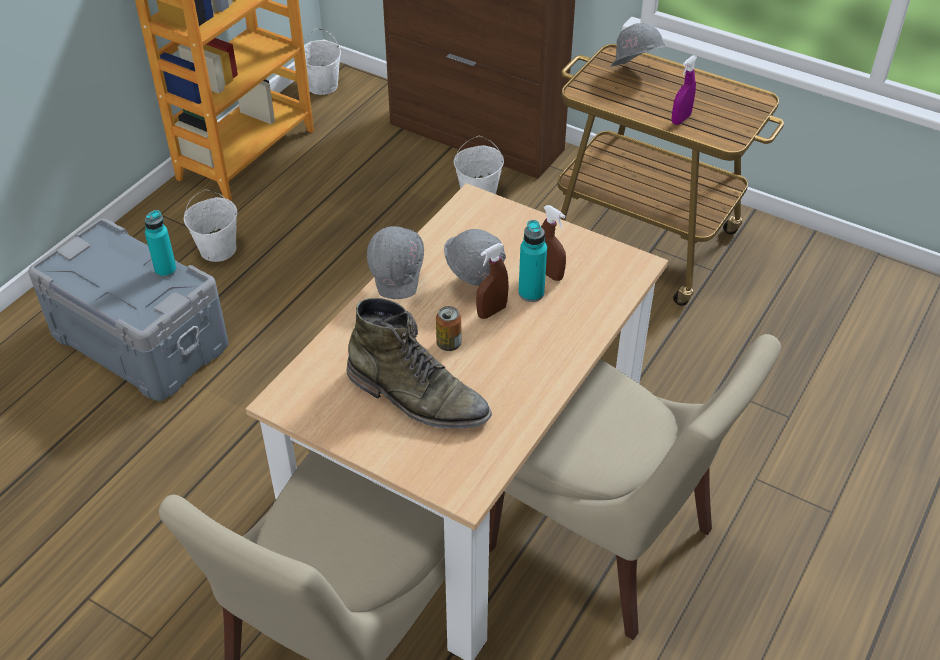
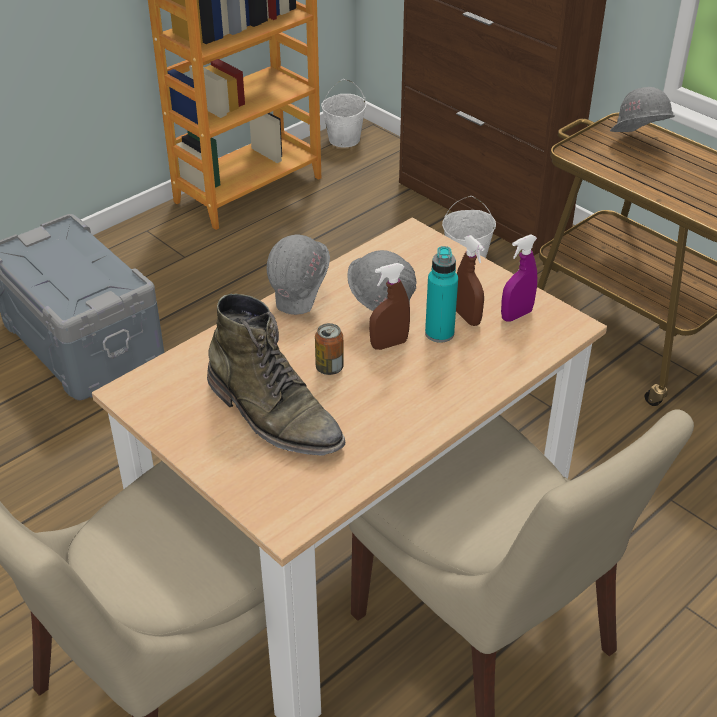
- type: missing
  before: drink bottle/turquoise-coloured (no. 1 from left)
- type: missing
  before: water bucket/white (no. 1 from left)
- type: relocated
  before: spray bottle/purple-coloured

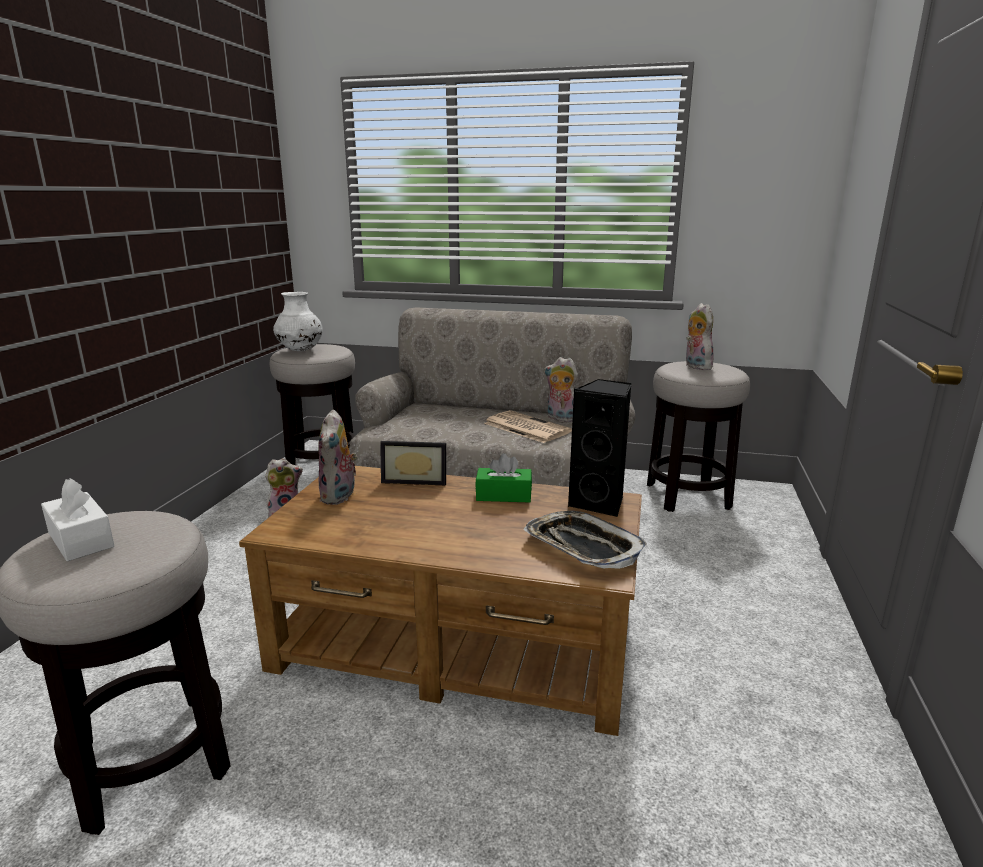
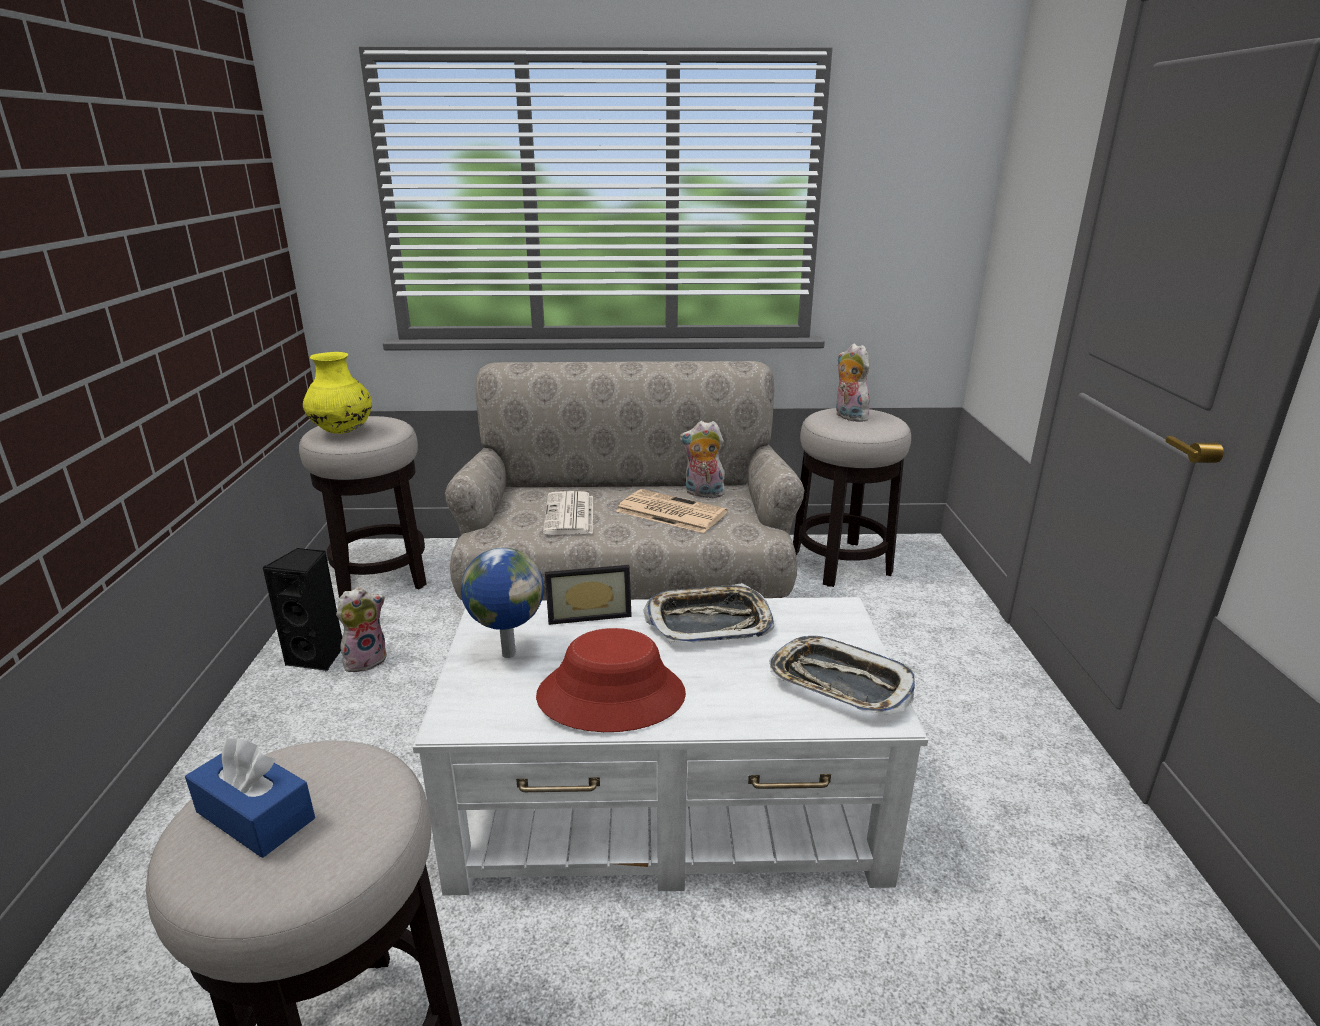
- type: appeared
  after: clothing hat/reddish
- type: appeared
  after: newspaper (no. 1 from left)
- type: relocated
  before: audio speaker/black
- type: exchanged
  before: plush toy (no. 2 from left)
  after: world globe
- type: exchanged
  before: tissue box/green
  after: tray (no. 1 from left)
- type: colour
  before: tissue box/white
  after: tissue box/bluish
- type: colour
  before: lounge table/brownish
  after: lounge table/white
- type: colour
  before: decorative vase/white
  after: decorative vase/yellow

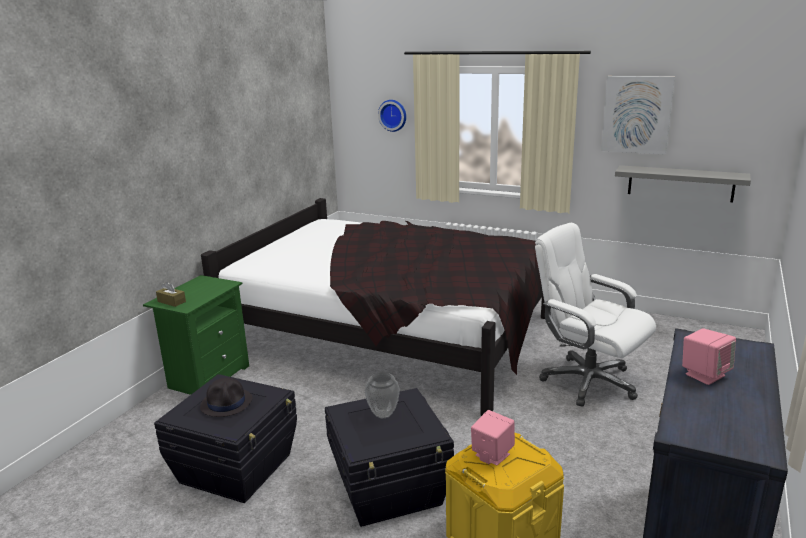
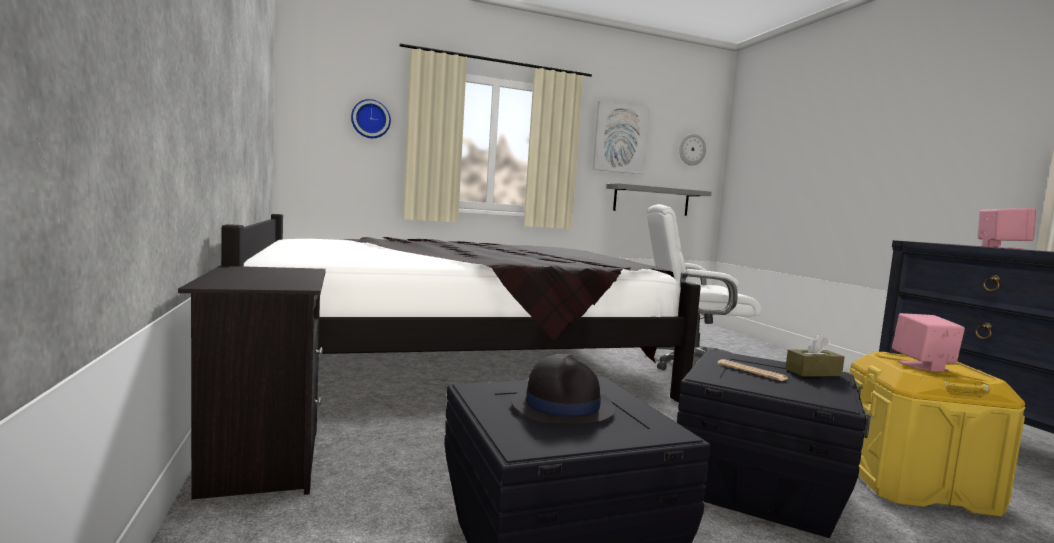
- type: appeared
  after: hanging clock (no. 2 from left)
- type: relocated
  before: tissue box/brownish
- type: exchanged
  before: decorative vase
  after: newspaper
- type: colour
  before: nightstand/green
  after: nightstand/black

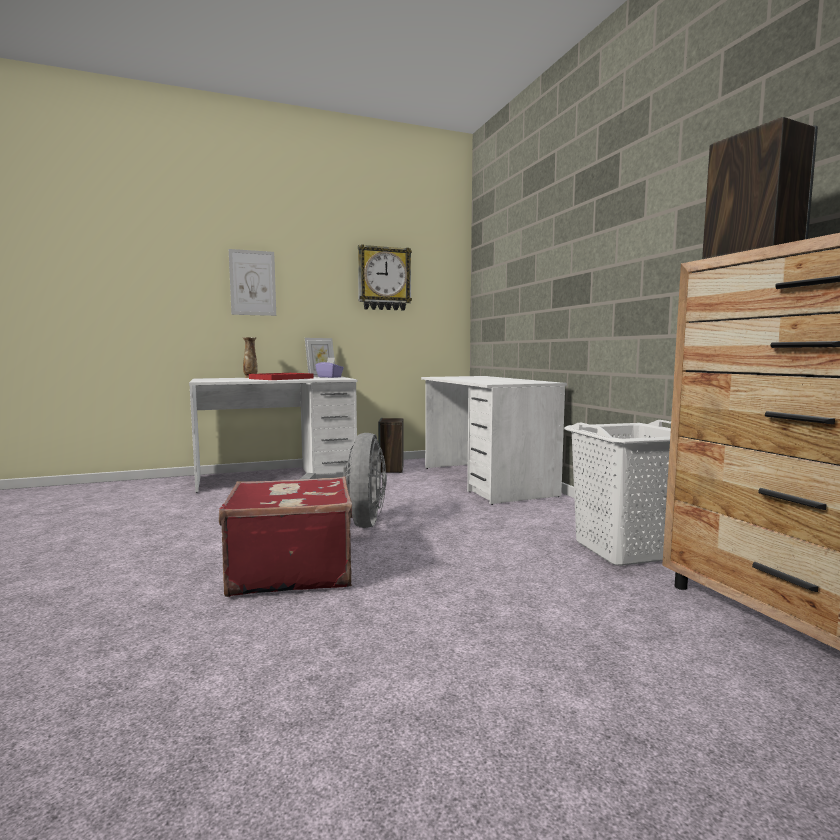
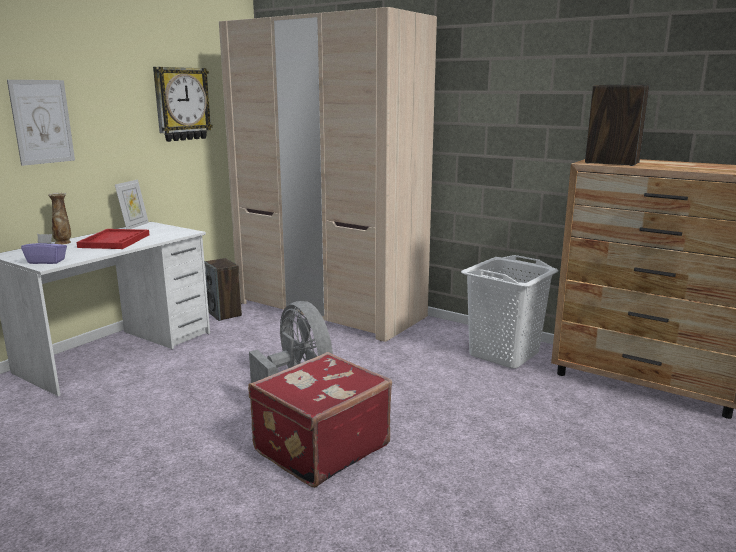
- type: relocated
  before: tissue box/purple-coloured
- type: exchanged
  before: desk unit/white (no. 2 from left)
  after: clothes cupboard/beige-coloured

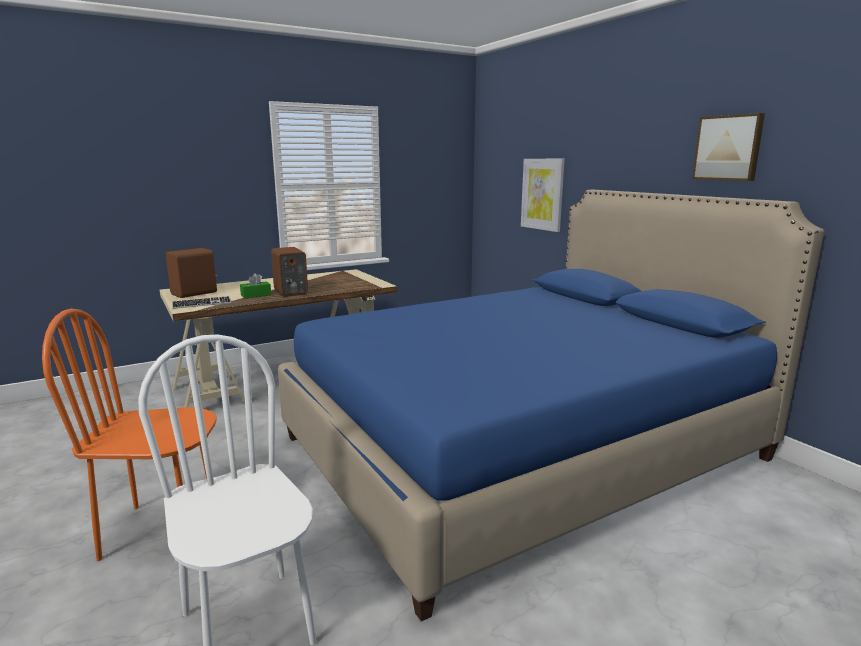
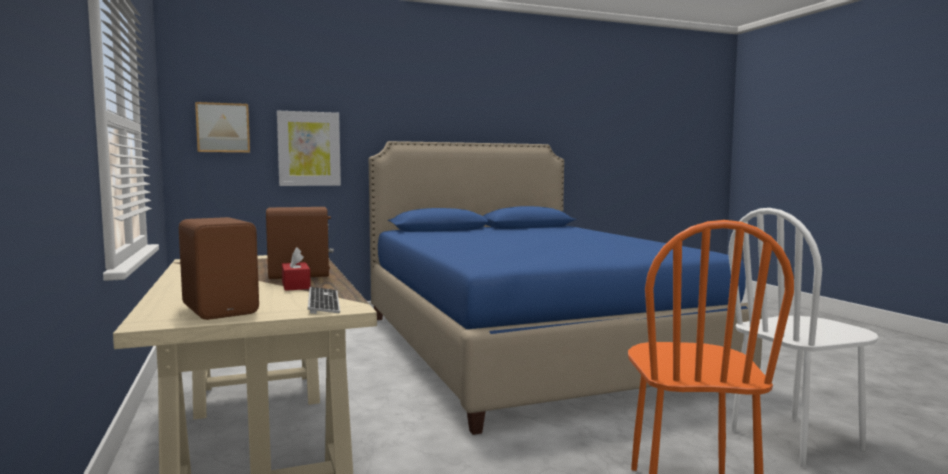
- type: relocated
  before: picture (no. 2 from left in the first image)
  after: picture (no. 1 from left)
- type: colour
  before: tissue box/green
  after: tissue box/reddish

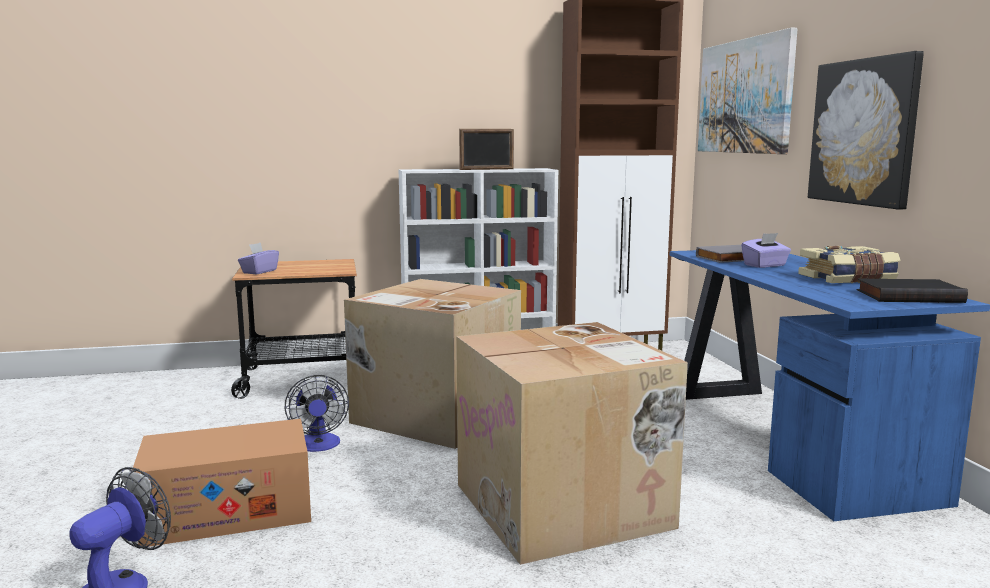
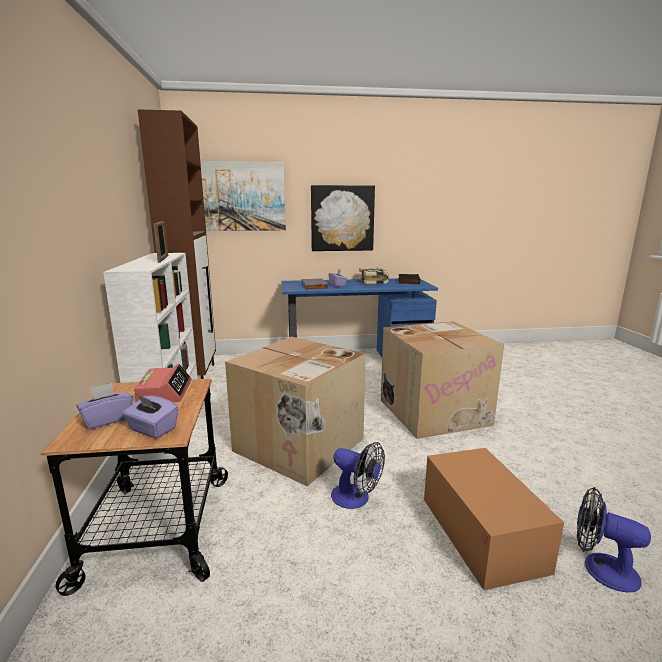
- type: appeared
  after: tissue box/purple-coloured (no. 1 from left)
- type: appeared
  after: table clock
- type: spun
  before: cooling fan (no. 2 from left in the first image)
  turn: 45

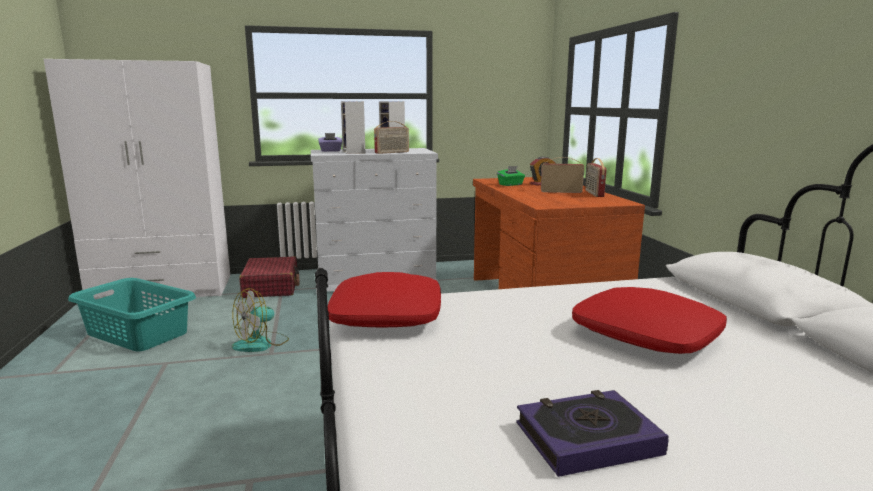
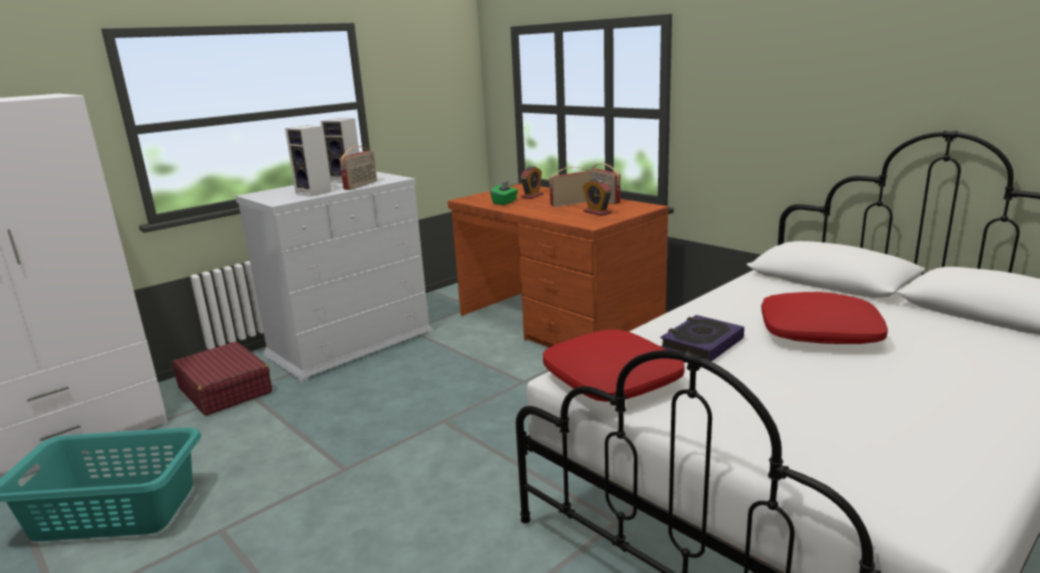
- type: missing
  before: cooling fan
- type: missing
  before: tissue box/purple-coloured
- type: appeared
  after: table clock (no. 2 from left)
- type: relocated
  before: bound book

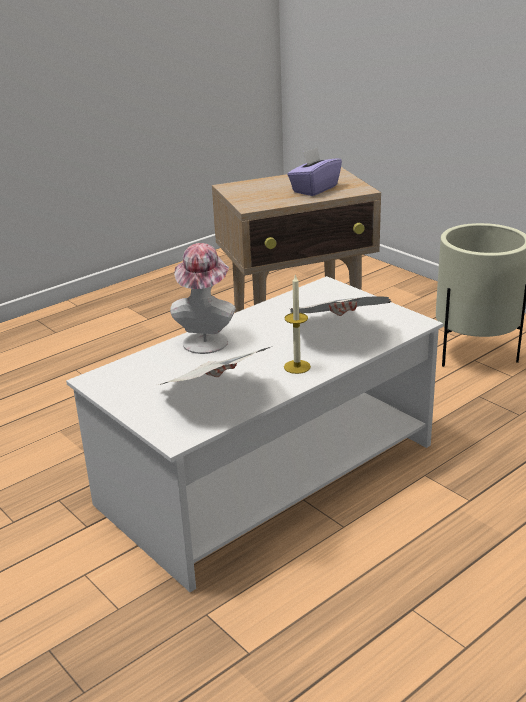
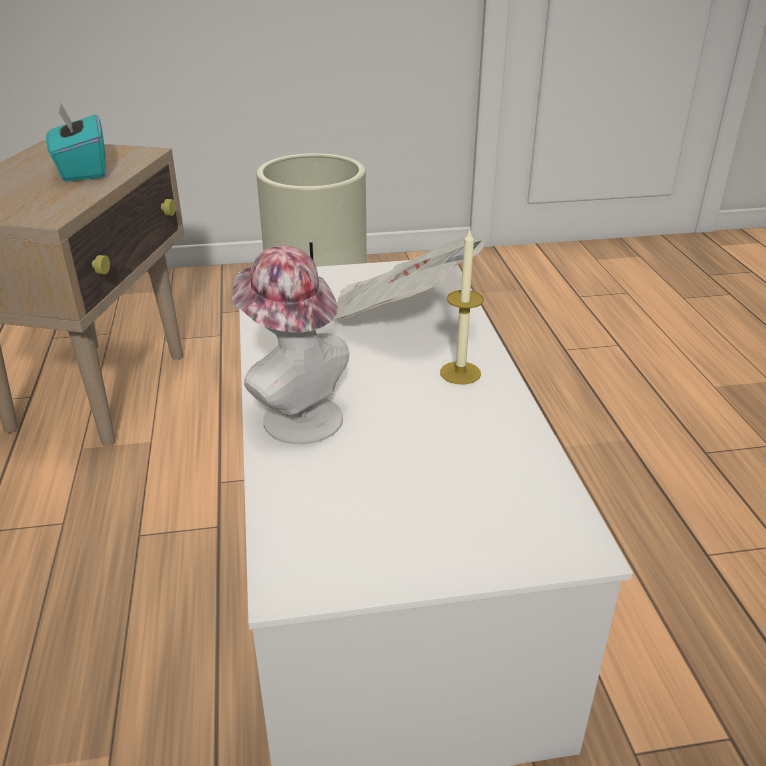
- type: missing
  before: newspaper (no. 1 from left)
- type: colour
  before: tissue box/purple-coloured
  after: tissue box/turquoise-coloured

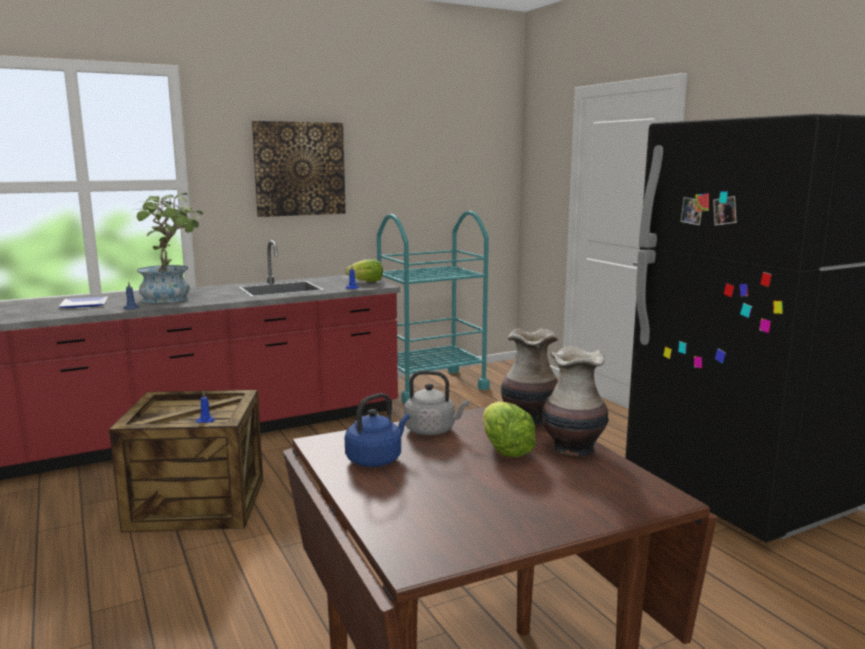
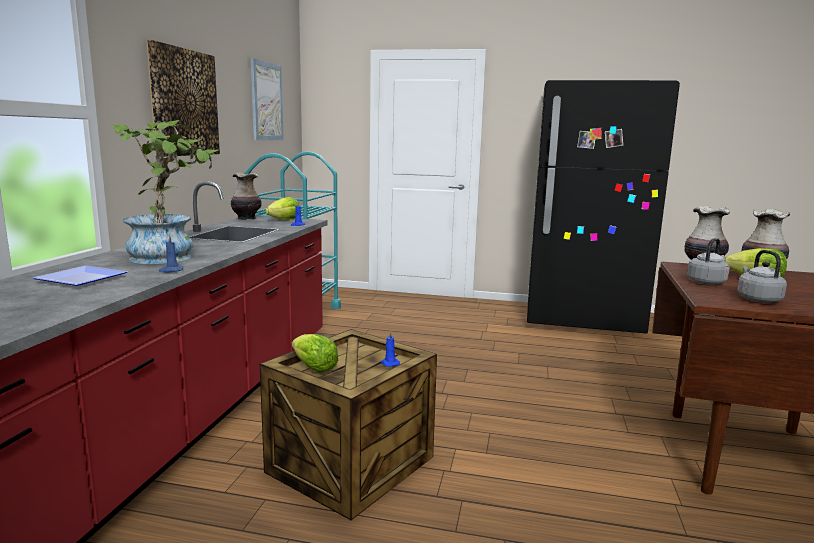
- type: appeared
  after: decorative vase (no. 1 from left)
- type: appeared
  after: picture (no. 2 from left)
- type: appeared
  after: head of lettuce (no. 2 from left)
- type: colour
  before: kettle/bluish
  after: kettle/grey (no. 2 from left)

